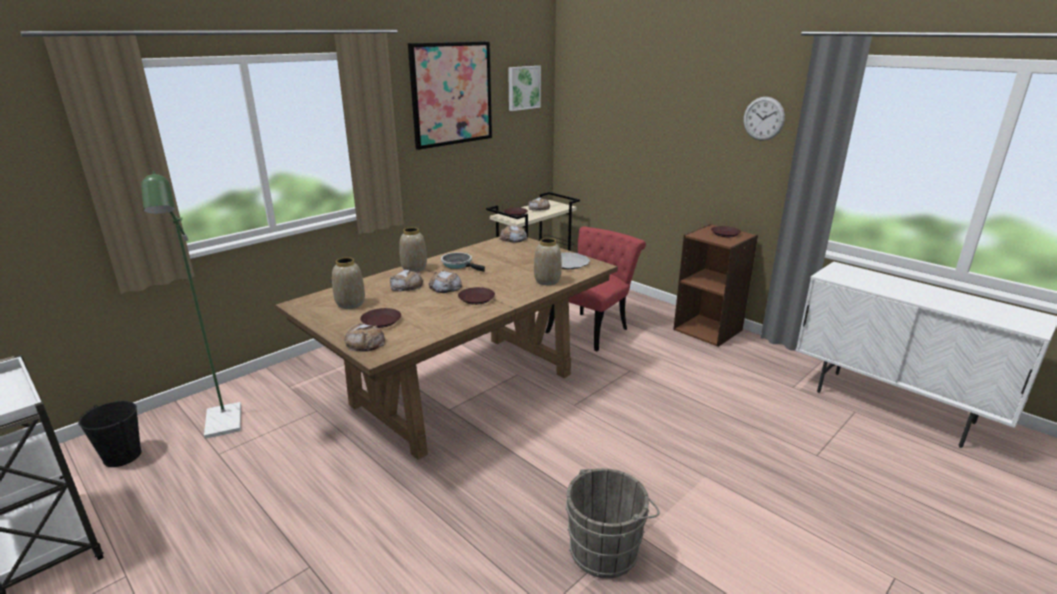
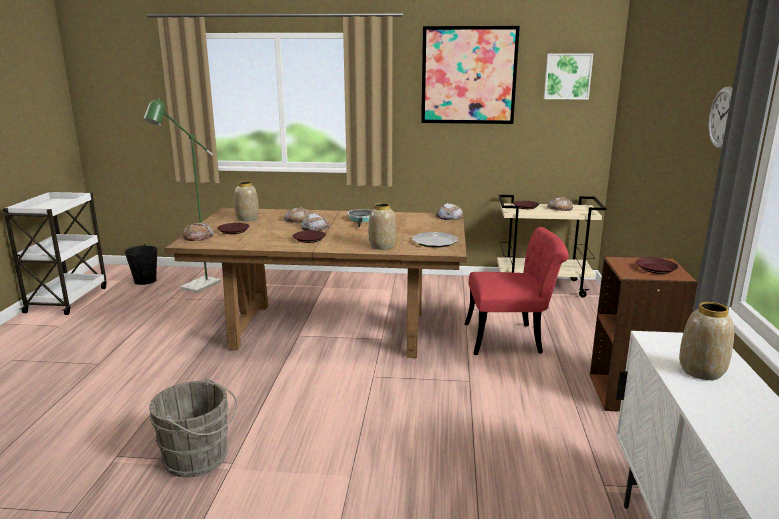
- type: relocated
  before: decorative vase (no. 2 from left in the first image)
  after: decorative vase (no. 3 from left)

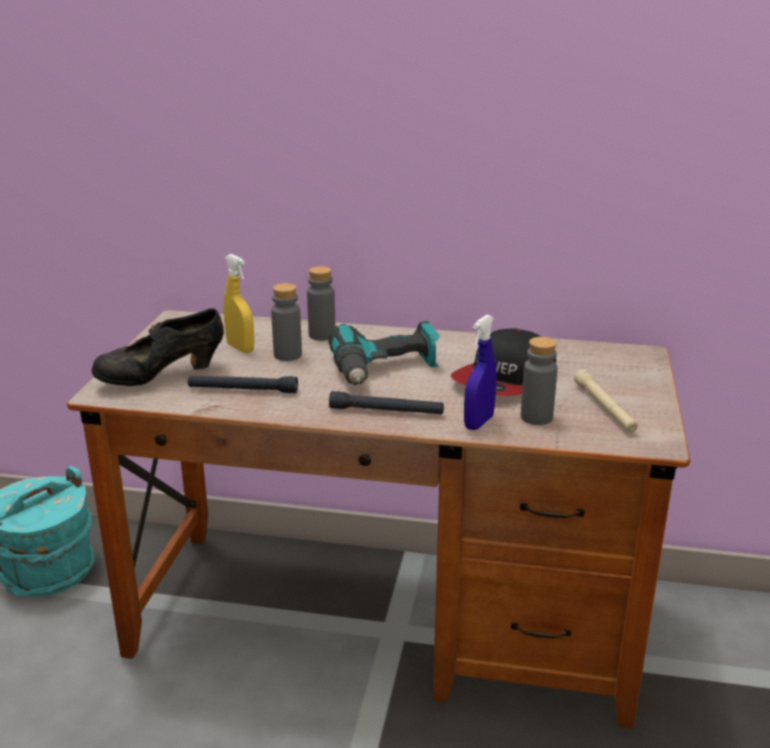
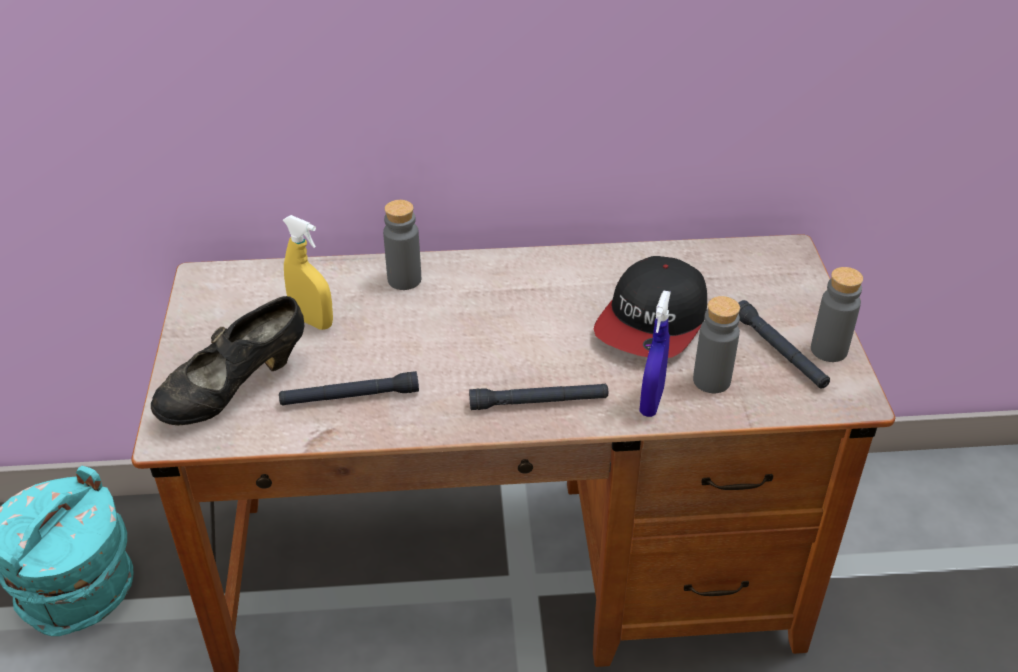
- type: missing
  before: drill
- type: relocated
  before: drink bottle/grey (no. 1 from left in the first image)
  after: drink bottle/grey (no. 3 from left)
- type: colour
  before: hand torch/beige-coloured
  after: hand torch/black (no. 3 from left)

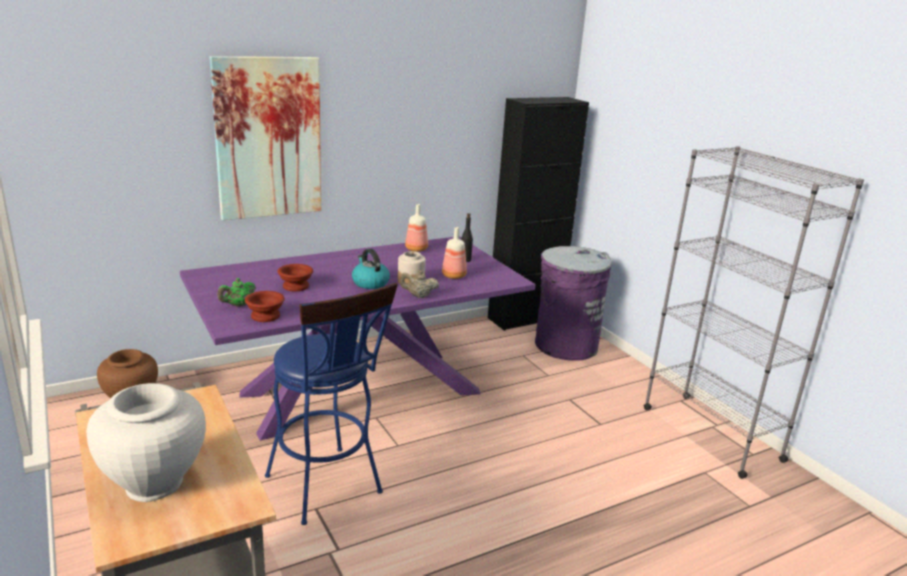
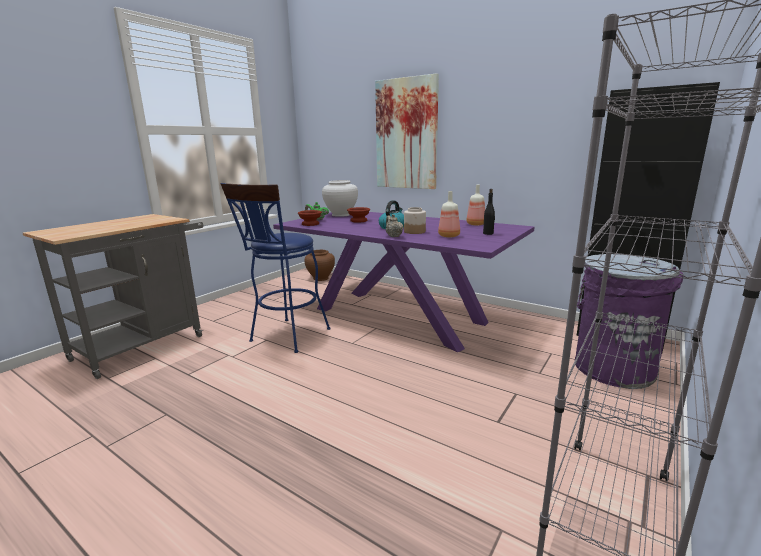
- type: relocated
  before: decorative vase/white

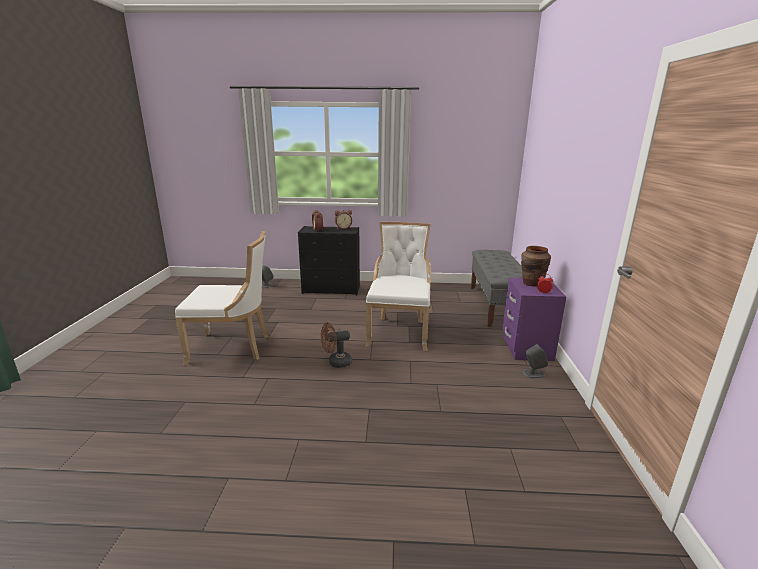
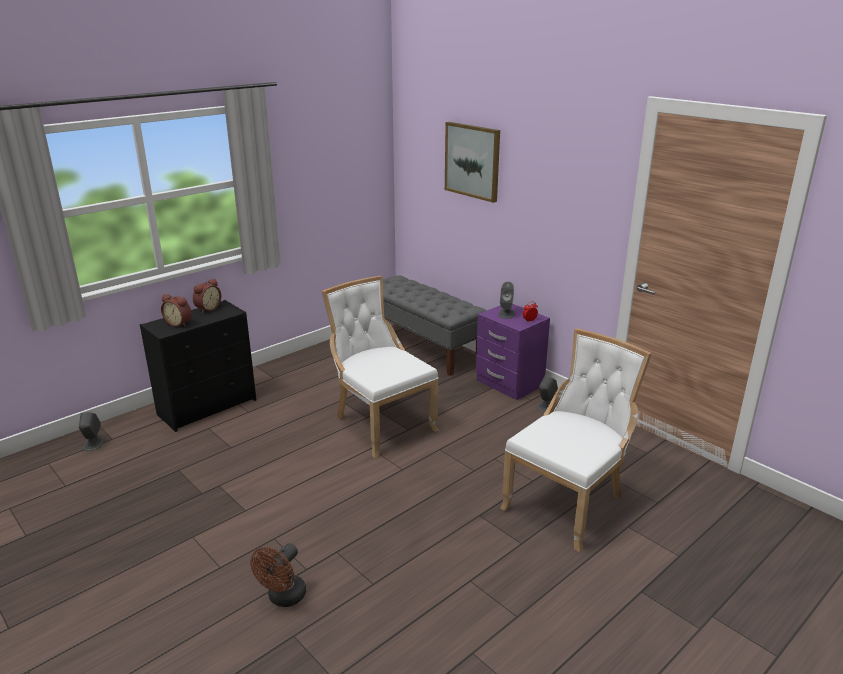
- type: appeared
  after: picture
- type: relocated
  before: chair/white (no. 1 from left in the first image)
  after: chair/white (no. 2 from left)
- type: relocated
  before: cooling fan/brownish
- type: exchanged
  before: decorative vase/brownish
  after: audio speaker/grey (no. 2 from left)

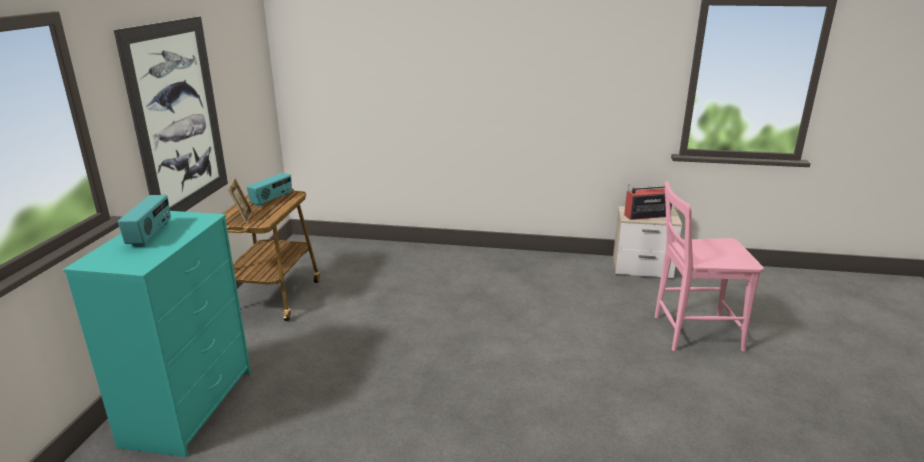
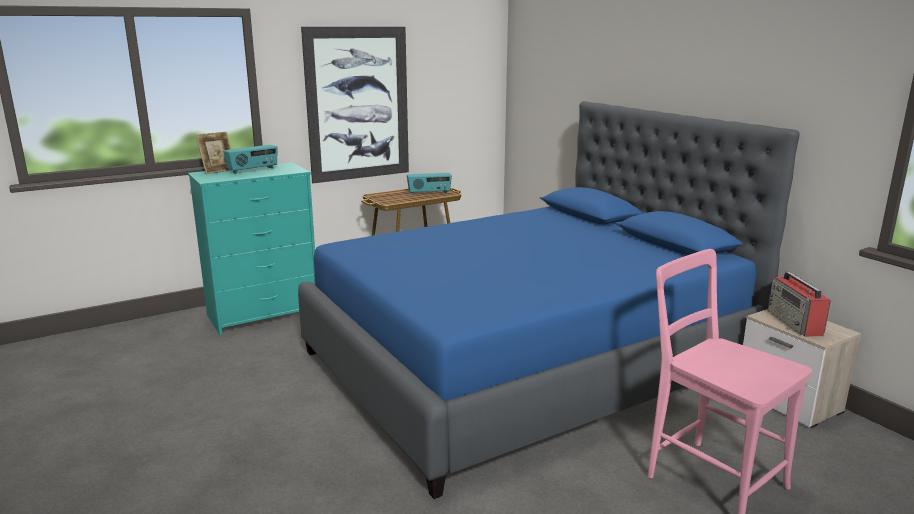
- type: appeared
  after: sleeping bed/bluish
- type: relocated
  before: photo frame
- type: spun
  before: radio receiver (no. 3 from left)
  turn: -135

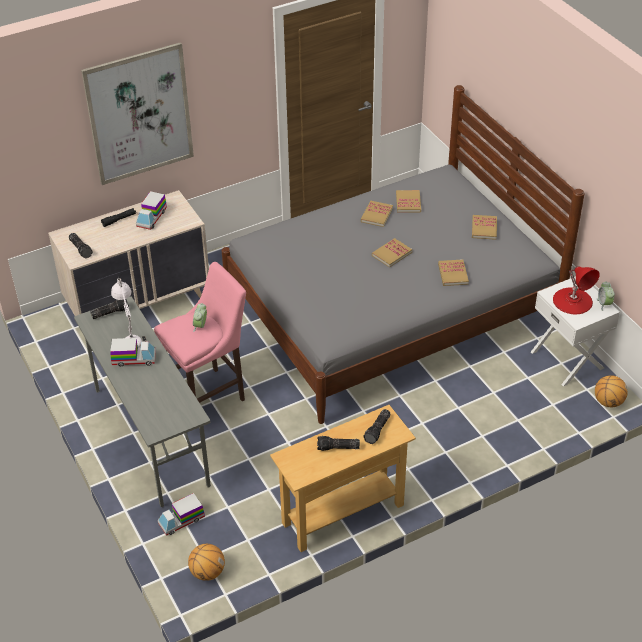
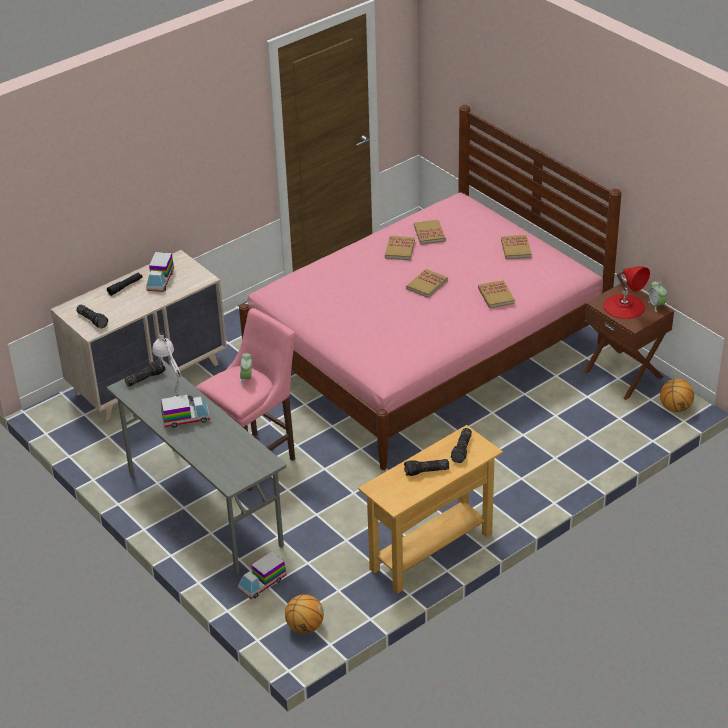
- type: missing
  before: picture
- type: colour
  before: sleeping bed/grey
  after: sleeping bed/pink
- type: colour
  before: nightstand/white
  after: nightstand/brownish

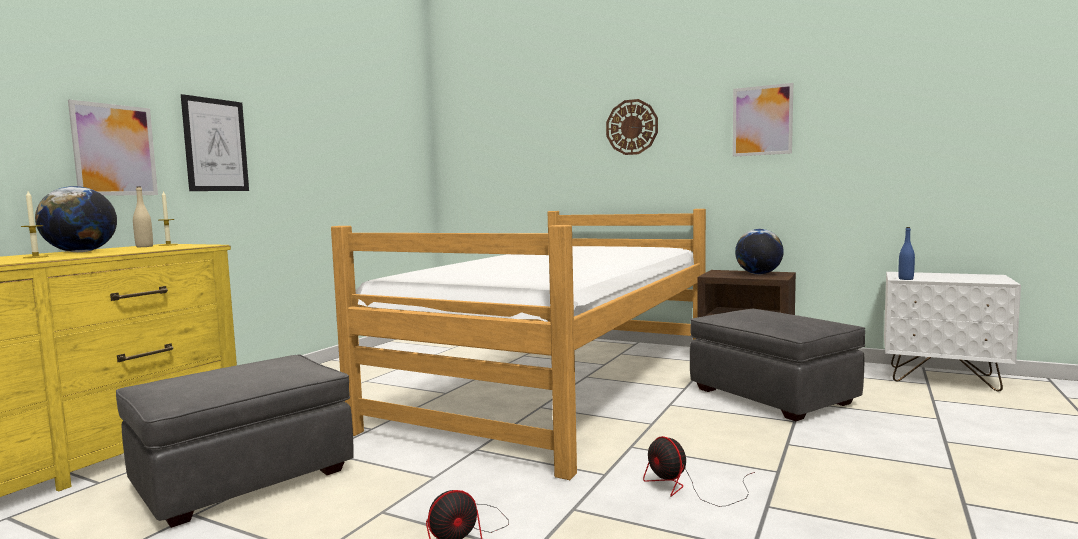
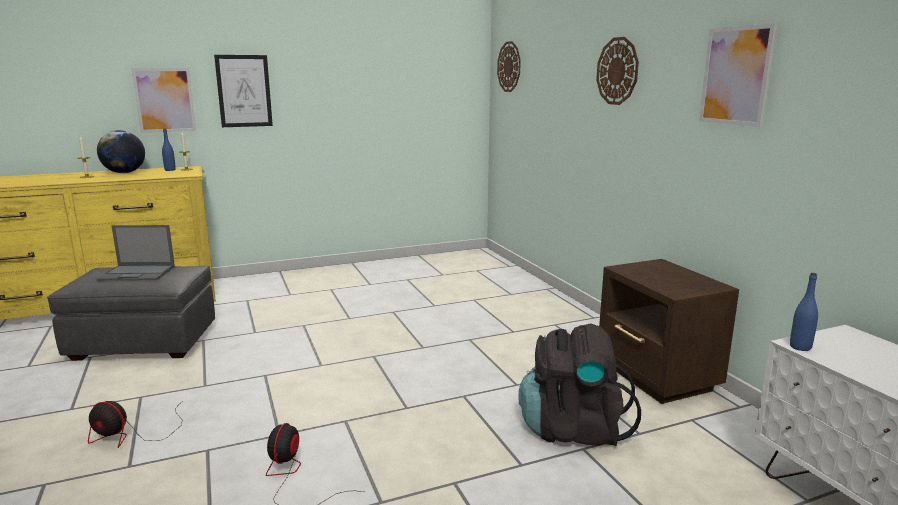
- type: missing
  before: sleeping bed
- type: missing
  before: world globe (no. 2 from left)
- type: appeared
  after: portable computer
- type: appeared
  after: hanging clock (no. 1 from left)
- type: exchanged
  before: pouffe/grey (no. 2 from left)
  after: backpack/black
- type: colour
  before: drink bottle/beige-coloured
  after: drink bottle/bluish (no. 1 from left)

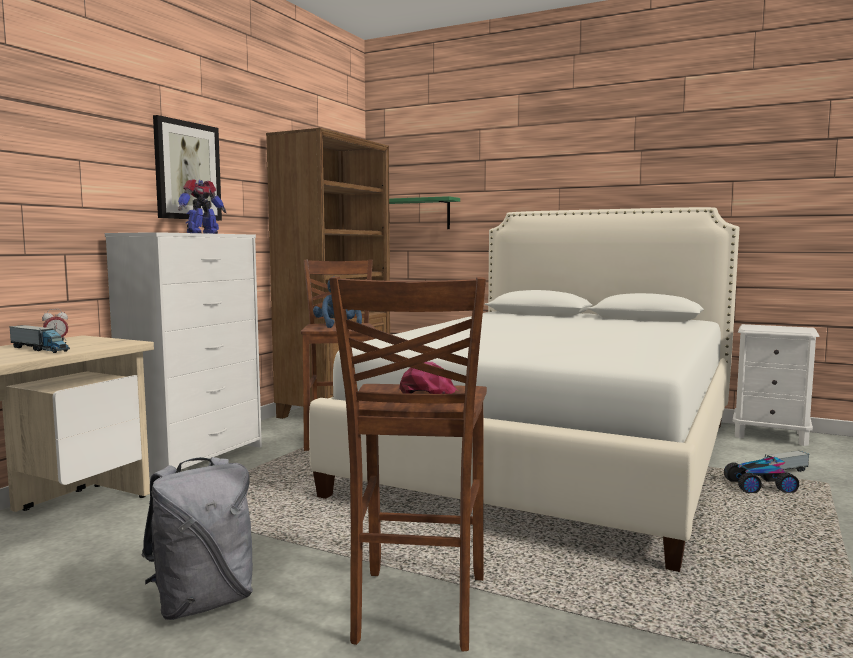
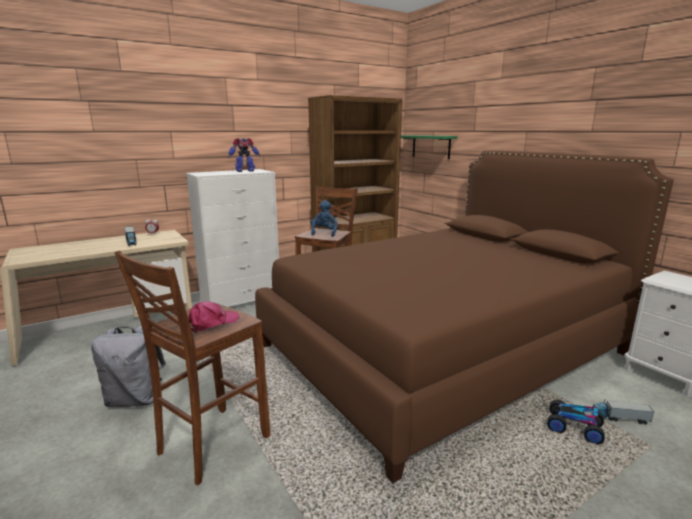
- type: missing
  before: picture
- type: colour
  before: sleeping bed/white
  after: sleeping bed/brownish

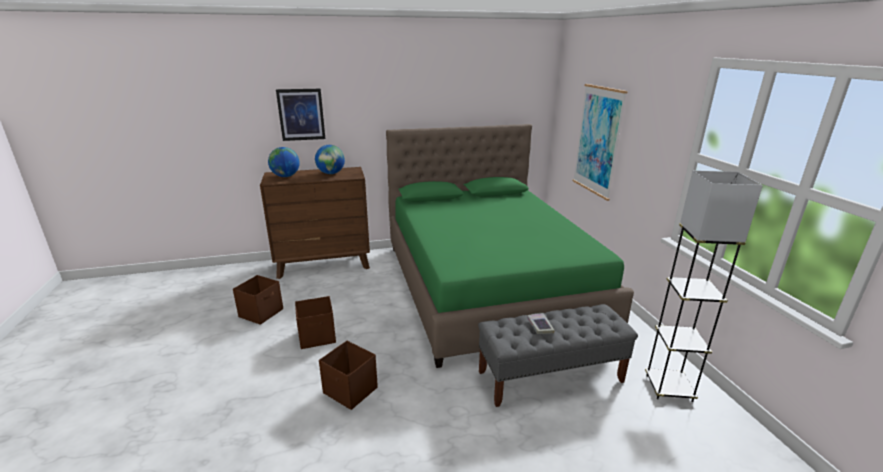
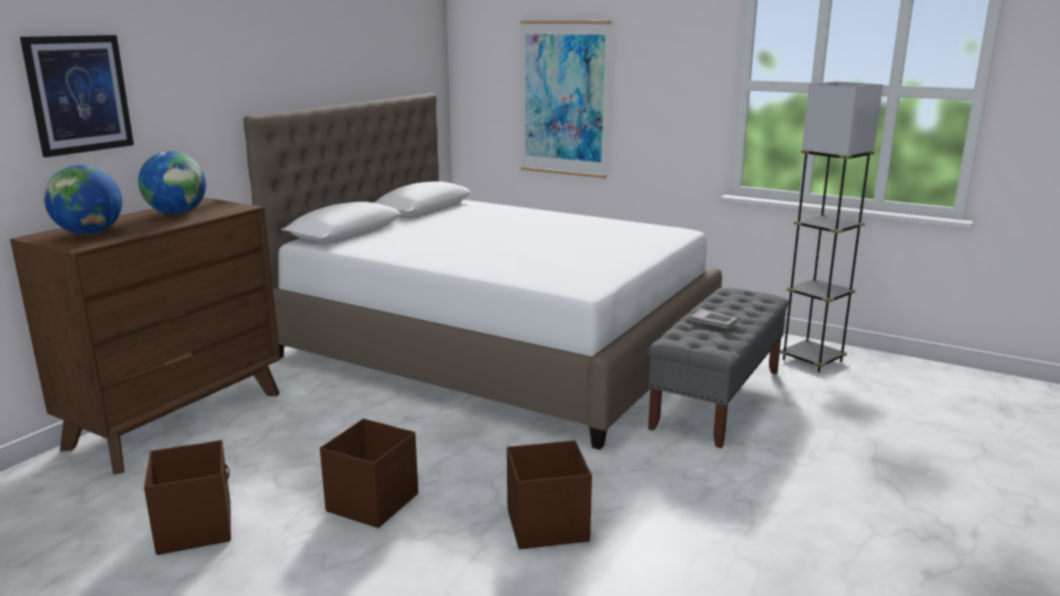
- type: colour
  before: sleeping bed/green
  after: sleeping bed/white

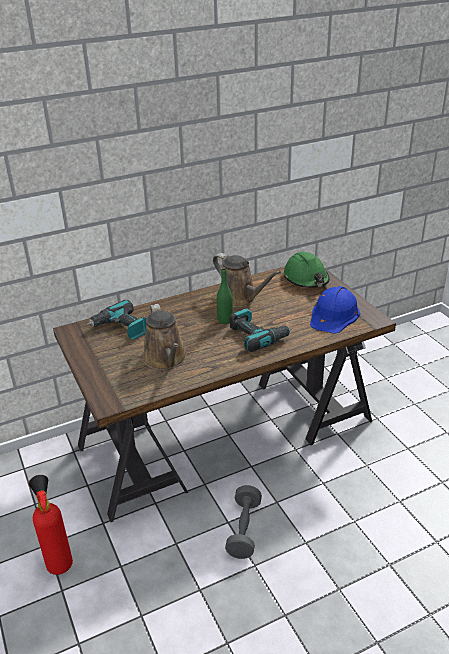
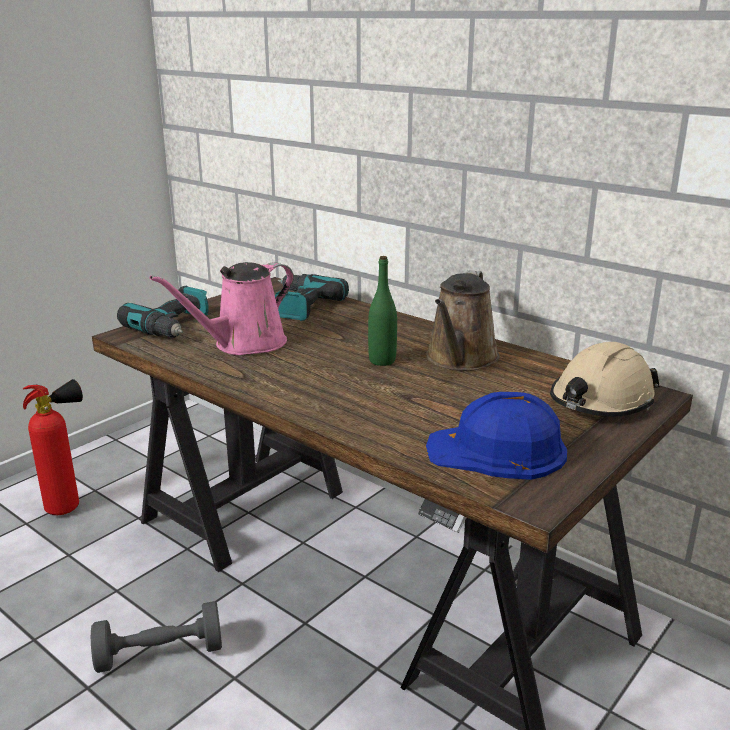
- type: relocated
  before: drill (no. 2 from left in the first image)
  after: drill (no. 1 from left)
- type: colour
  before: sprinkling can/brownish (no. 1 from left)
  after: sprinkling can/pink
- type: colour
  before: work helmet/green
  after: work helmet/beige-coloured

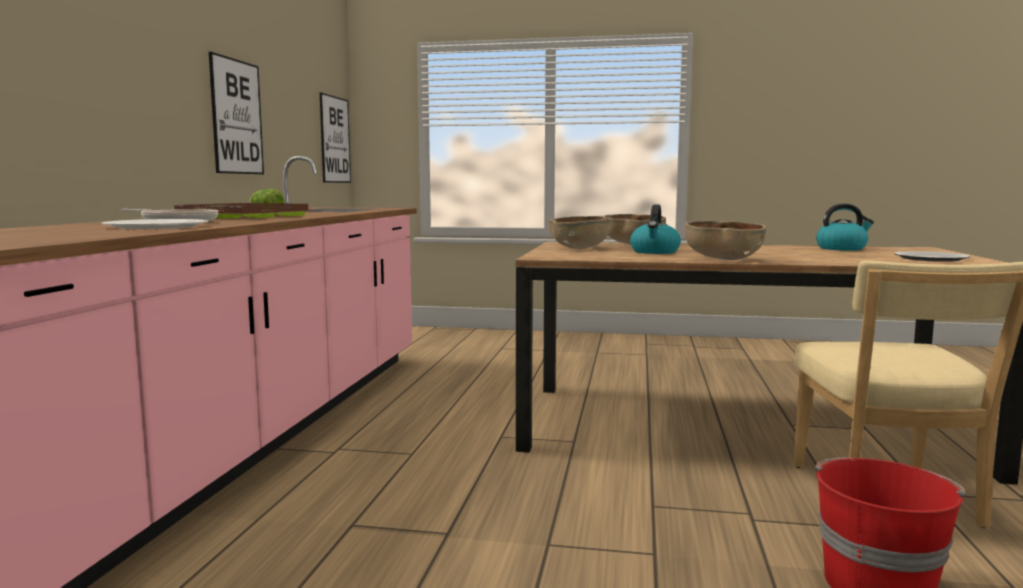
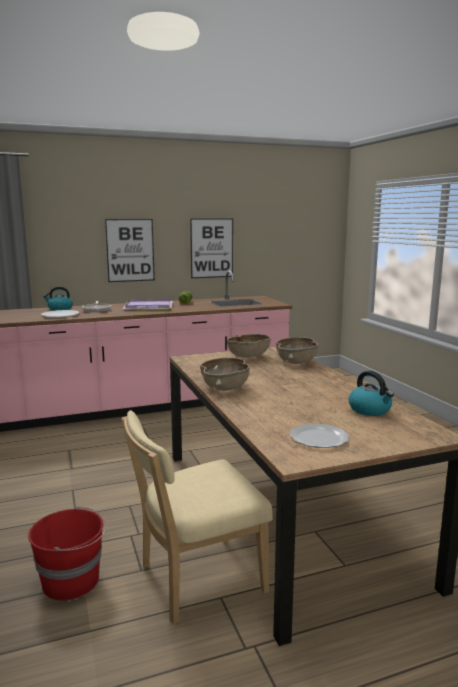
- type: relocated
  before: picture (no. 2 from left in the first image)
  after: picture (no. 1 from left)
- type: relocated
  before: kettle (no. 1 from left)
- type: colour
  before: tray/brownish
  after: tray/purple-coloured

